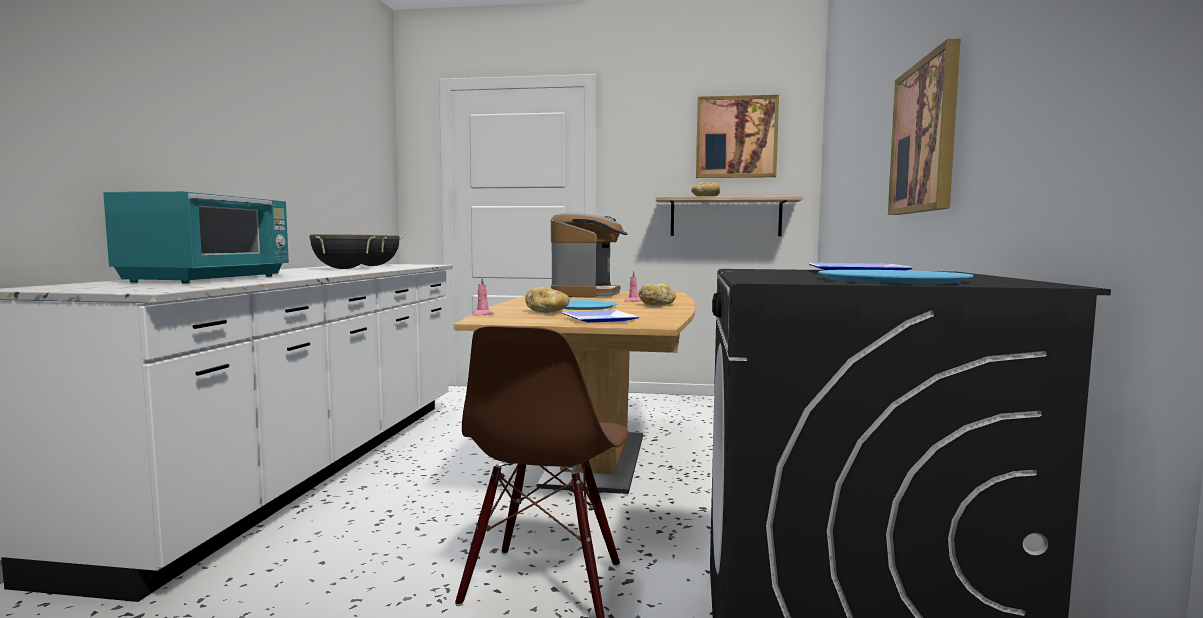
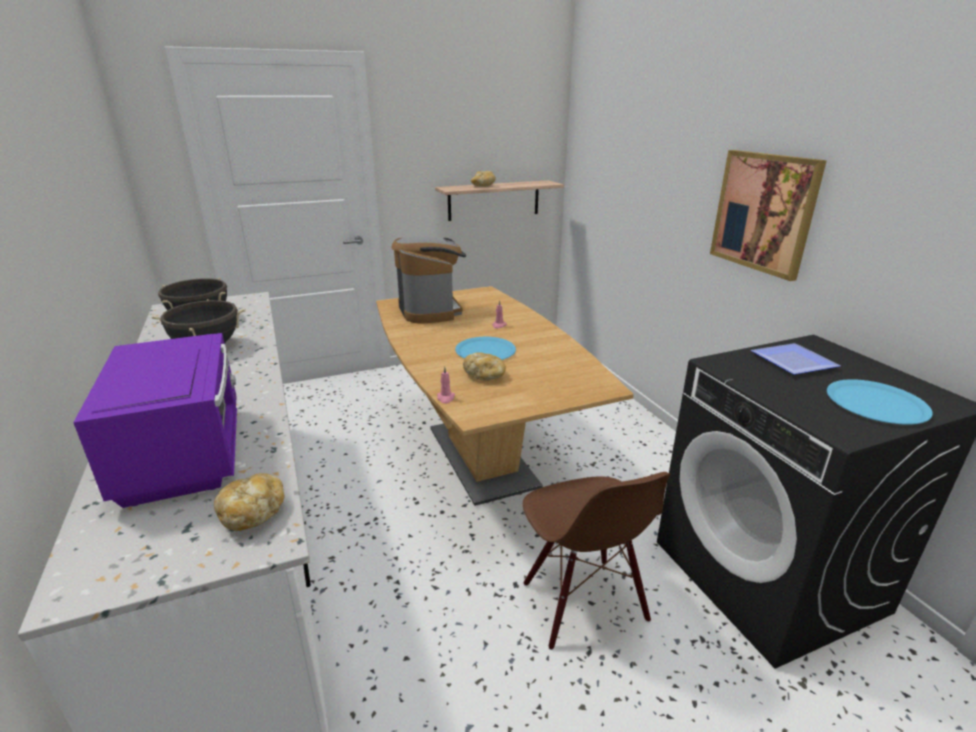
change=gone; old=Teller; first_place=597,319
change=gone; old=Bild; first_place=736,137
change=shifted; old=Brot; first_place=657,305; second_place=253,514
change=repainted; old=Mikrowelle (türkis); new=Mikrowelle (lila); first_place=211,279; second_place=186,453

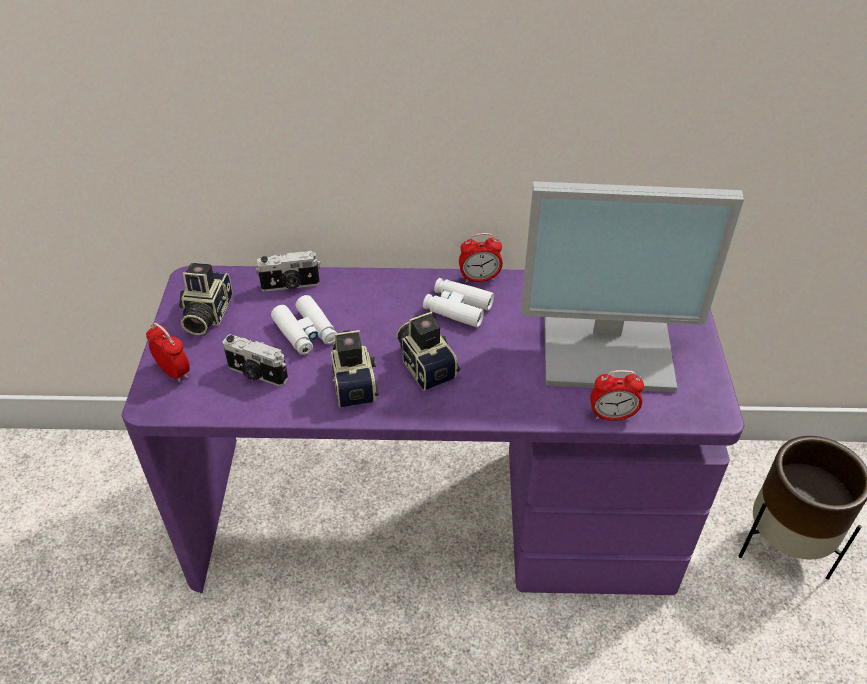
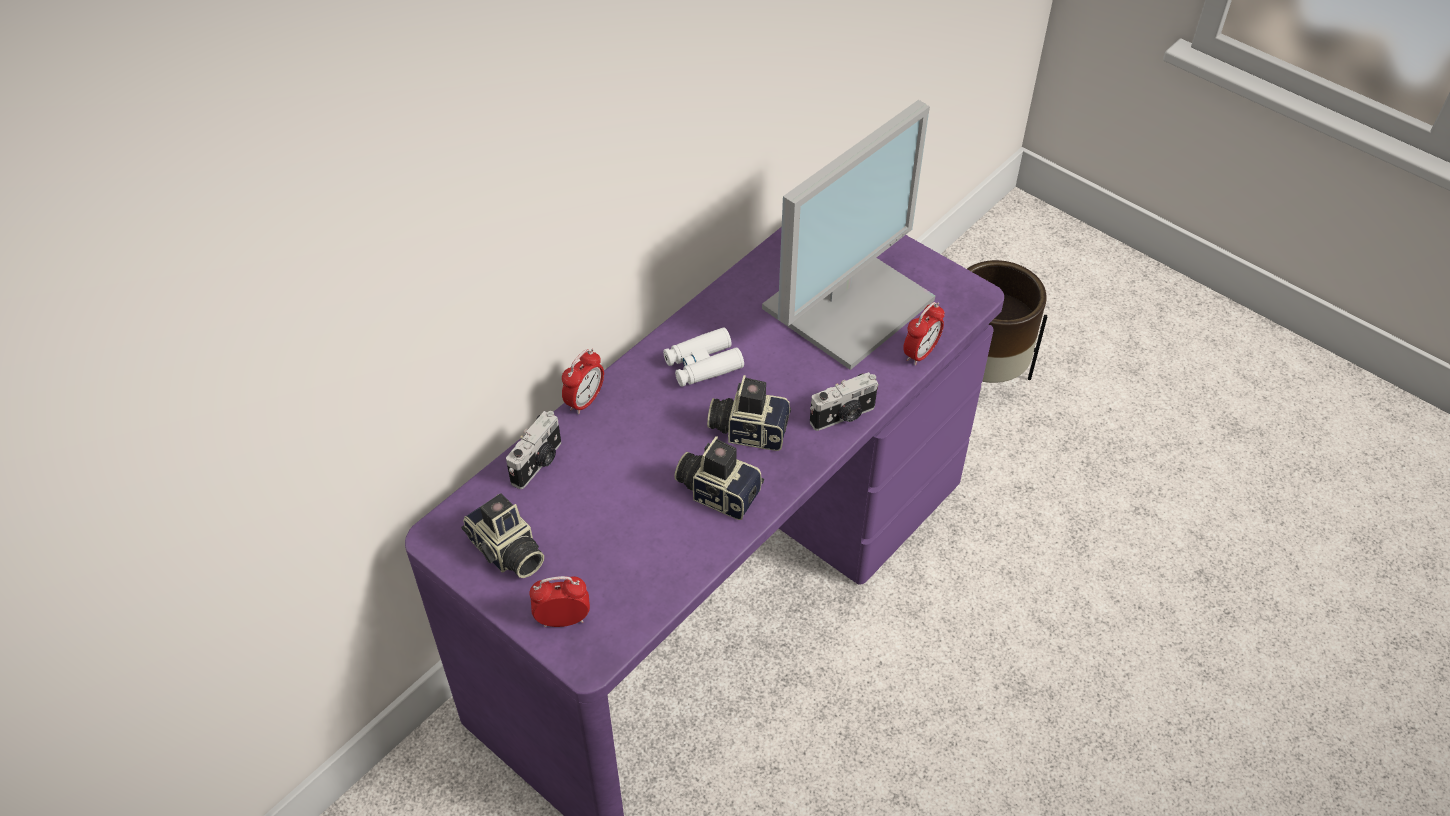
change=gone; old=Fernglas (weiß); first_place=305,332
change=shifted; old=Kamera; first_place=257,374; second_place=843,416
change=shifted; old=Wecker; first_place=479,278; second_place=585,401

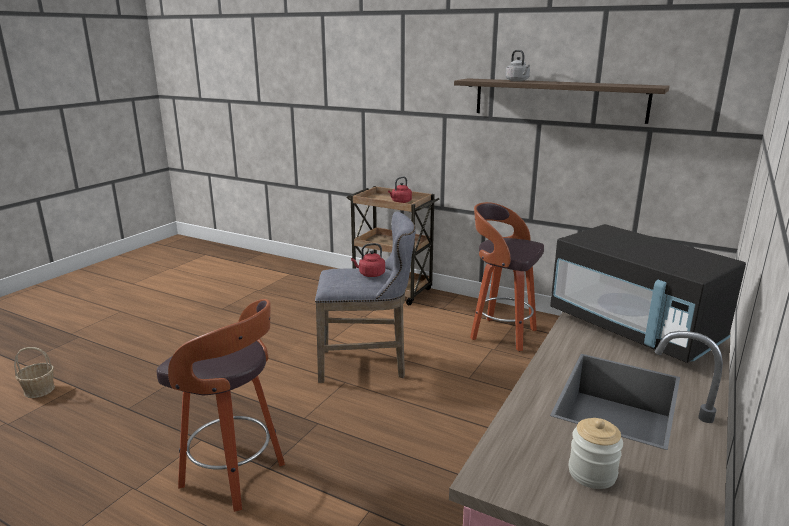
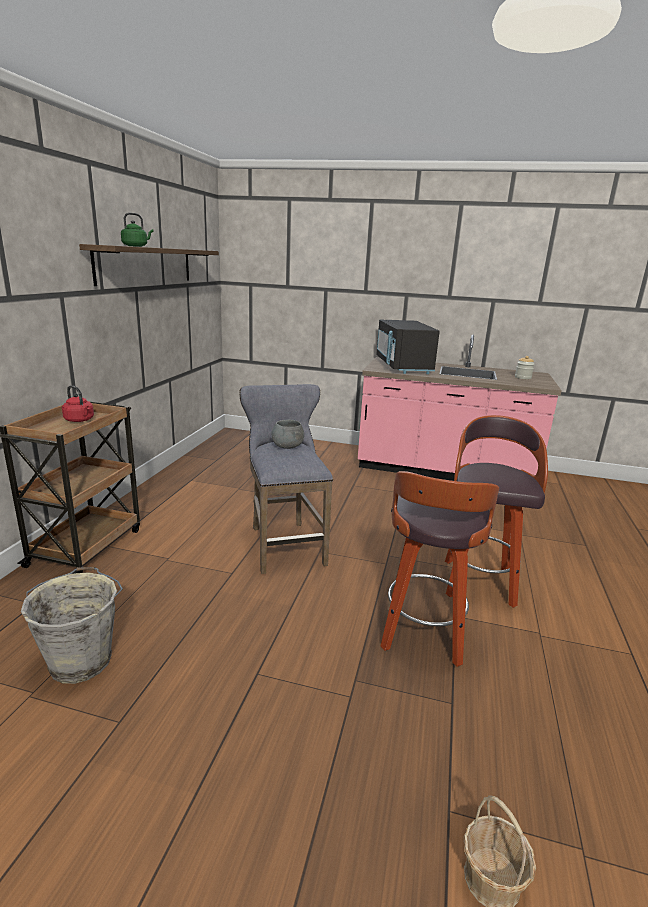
change=new; new=Eimer (grau); second_place=82,660
change=shifted; old=Hocker; first_place=501,334; second_place=423,635
change=swapped; old=Wasserkessel (rot); new=Schüssel (grau); first_place=370,274; second_place=288,446
change=repainted; old=Wasserkessel (grau); new=Wasserkessel (grün); first_place=518,81; second_place=136,246
change=rotated; old=Mikrowelle (schwarz); first_place=634,329; second_place=403,366; degrees=135

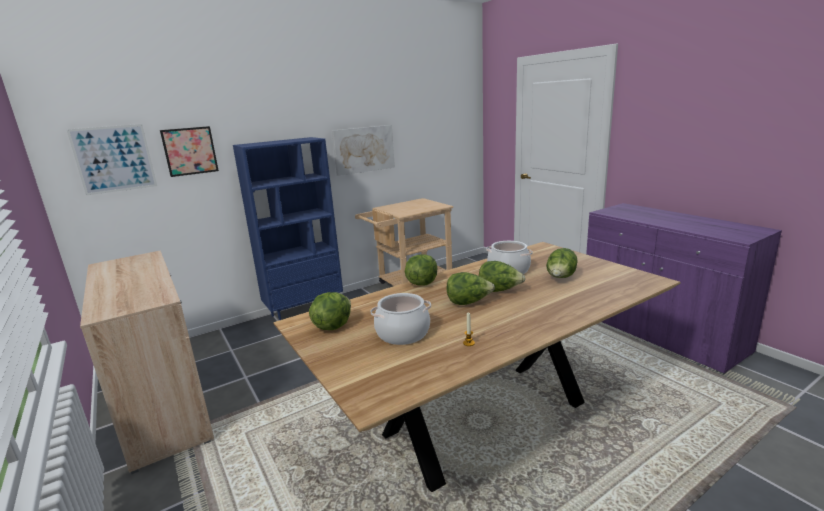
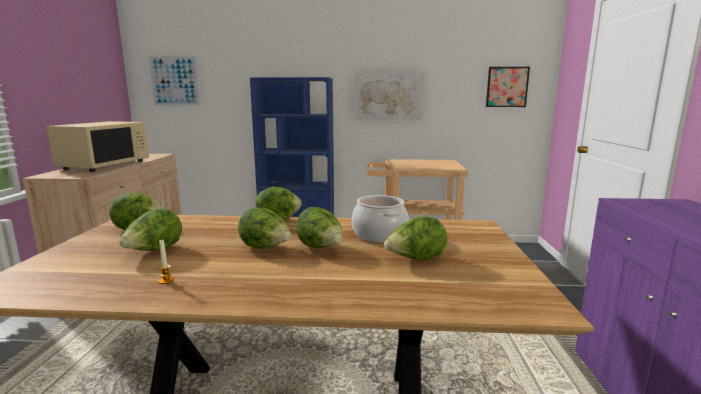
change=new; new=Mikrowelle (beige); second_place=105,165
change=shifted; old=Bild; first_place=190,151; second_place=507,87
change=swapped; old=Kochtopf; new=Salatkopf; first_place=403,333; second_place=154,251

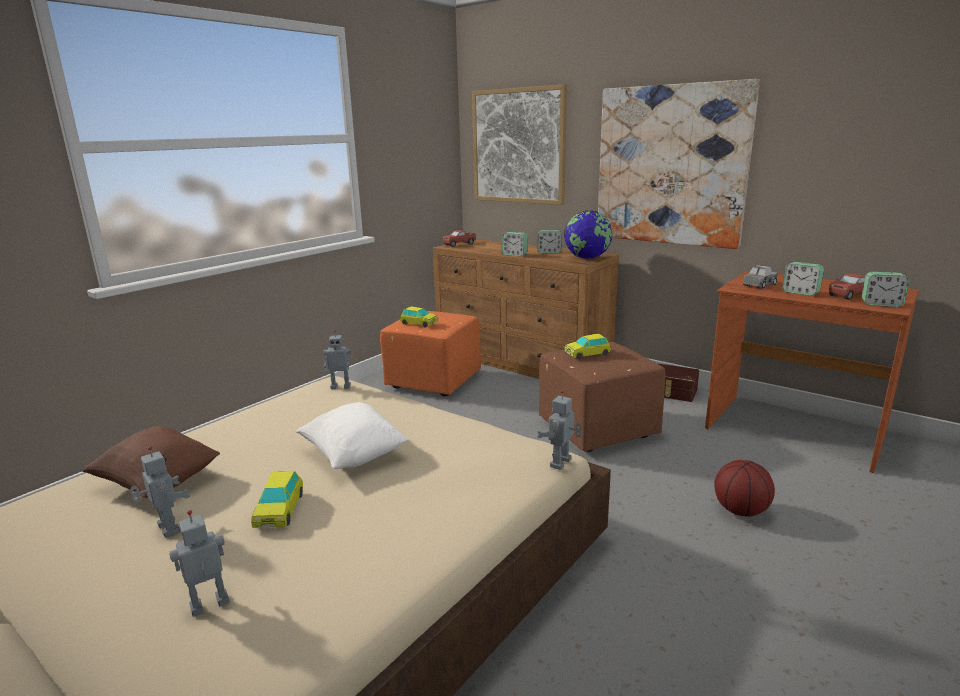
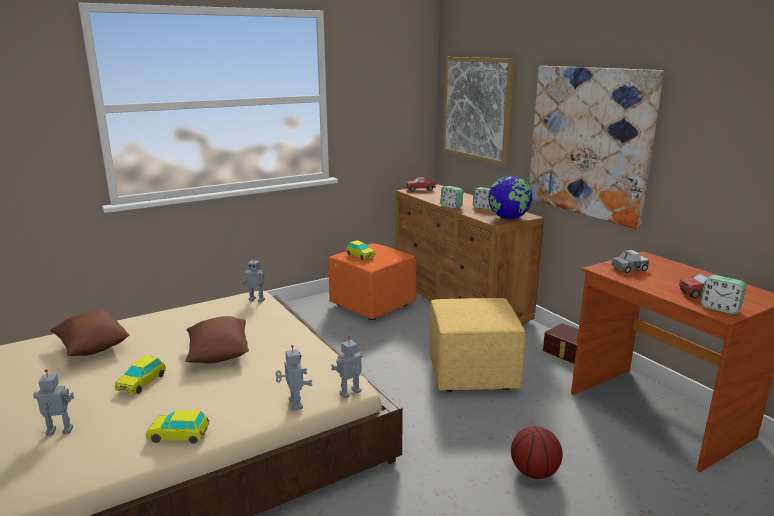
change=gone; old=Wecker; first_place=800,292
change=shifted; old=Spielzeugroboter; first_place=166,529; second_place=294,404
change=shifted; old=Spielzeugauto; first_place=587,354; second_place=178,435
change=repainted; old=Kissen (weiß); new=Kissen (braun); first_place=353,455; second_place=218,355
change=repainted; old=Polsterhocker (braun); new=Polsterhocker (gelb); first_place=597,429; second_place=472,373

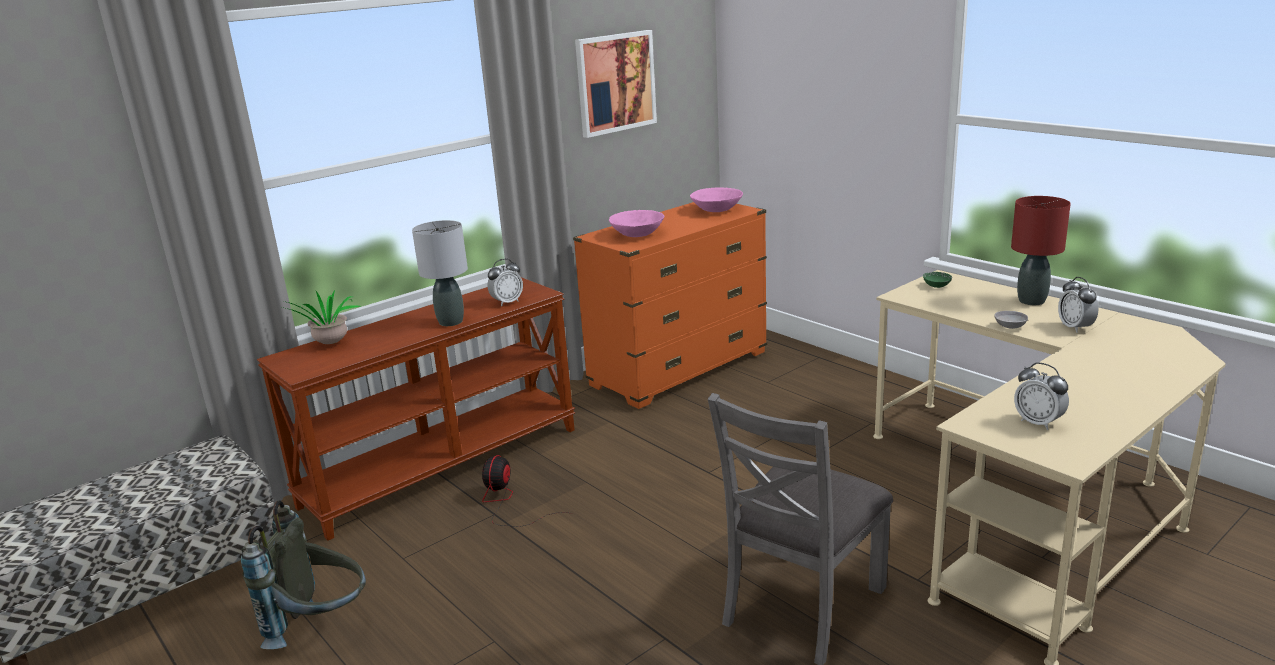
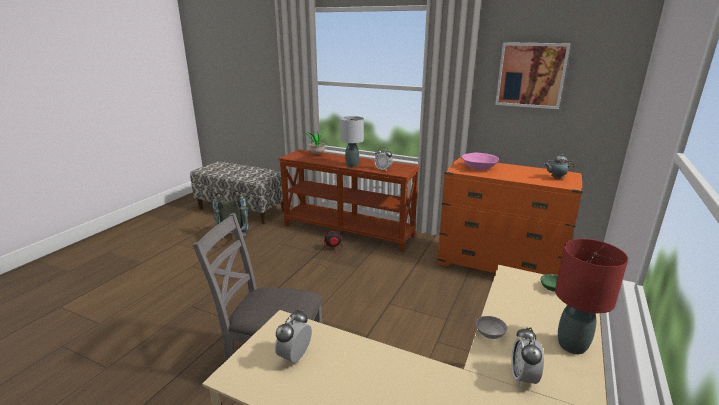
change=swapped; old=Schüssel (rosa); new=Teekanne; first_place=716,210; second_place=556,178
change=rotated; old=Wecker; first_place=1075,328; second_place=523,377; degrees=-45

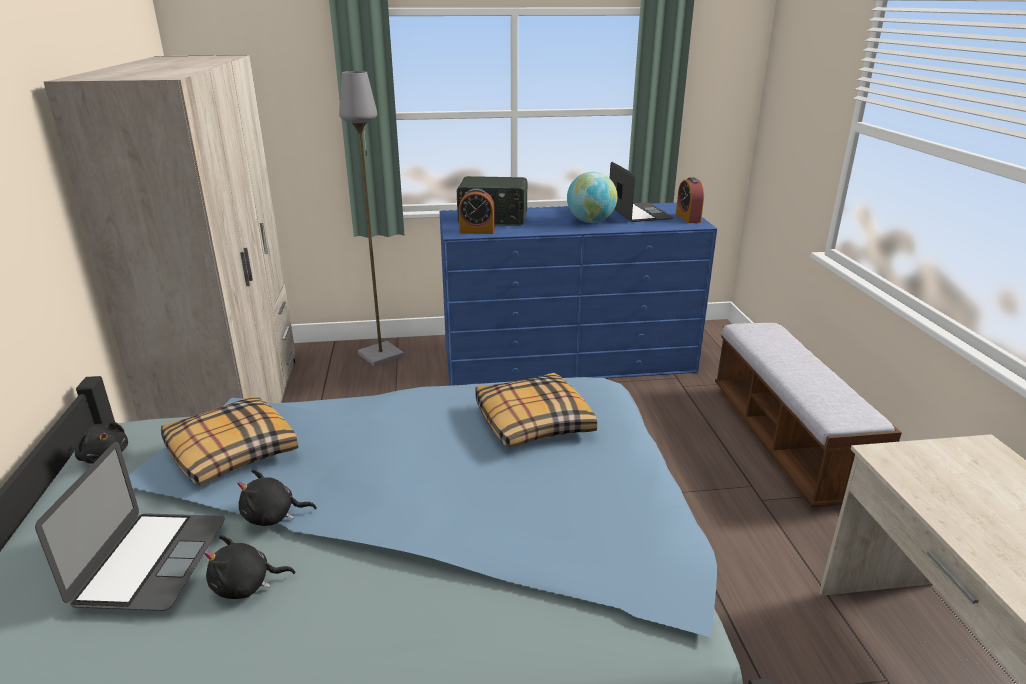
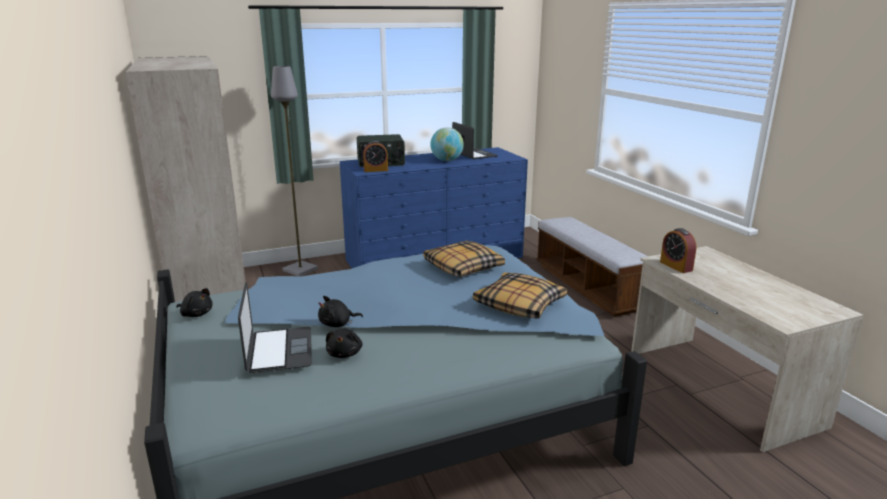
change=shifted; old=Kissen; first_place=231,452; second_place=519,305
change=shifted; old=Wecker; first_place=688,218; second_place=676,266
change=rotated; old=Plüschtier (schwarz); first_place=246,586; second_place=345,353; degrees=-60

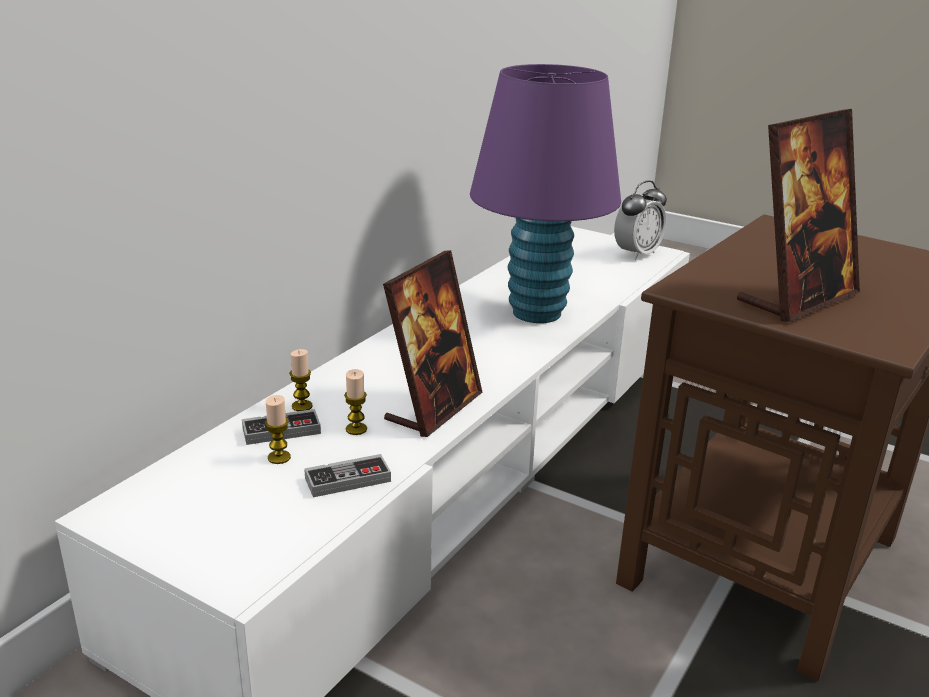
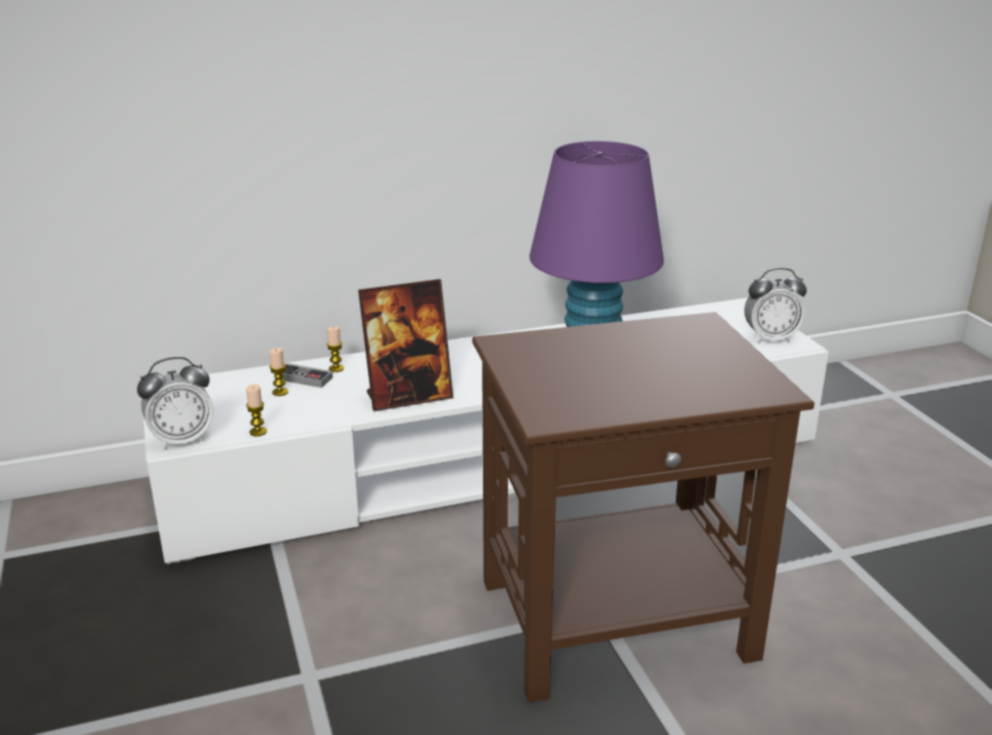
change=gone; old=Gamepad; first_place=348,480
change=gone; old=Bilderrahmen; first_place=797,298
change=new; new=Wecker; second_place=182,440
change=shifted; old=Kerze; first_place=356,429; second_place=258,432

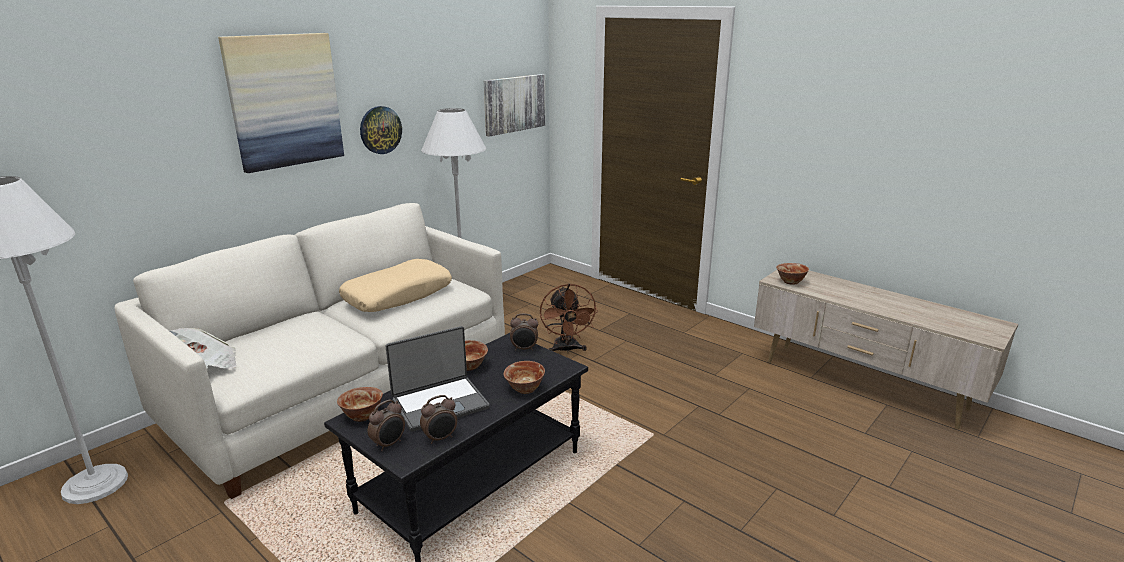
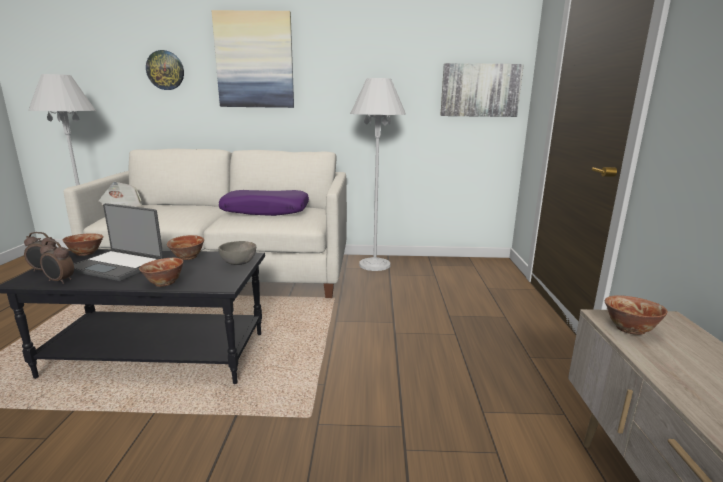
change=gone; old=Ventilator (braun); first_place=566,350
change=shifted; old=Wanduhr; first_place=380,130; second_place=165,70
change=swapped; old=Wecker; new=Schüssel (grau); first_place=524,349; second_place=239,263
change=repainted; old=Kissen (beige); new=Kissen (lila); first_place=398,295; second_place=266,211

